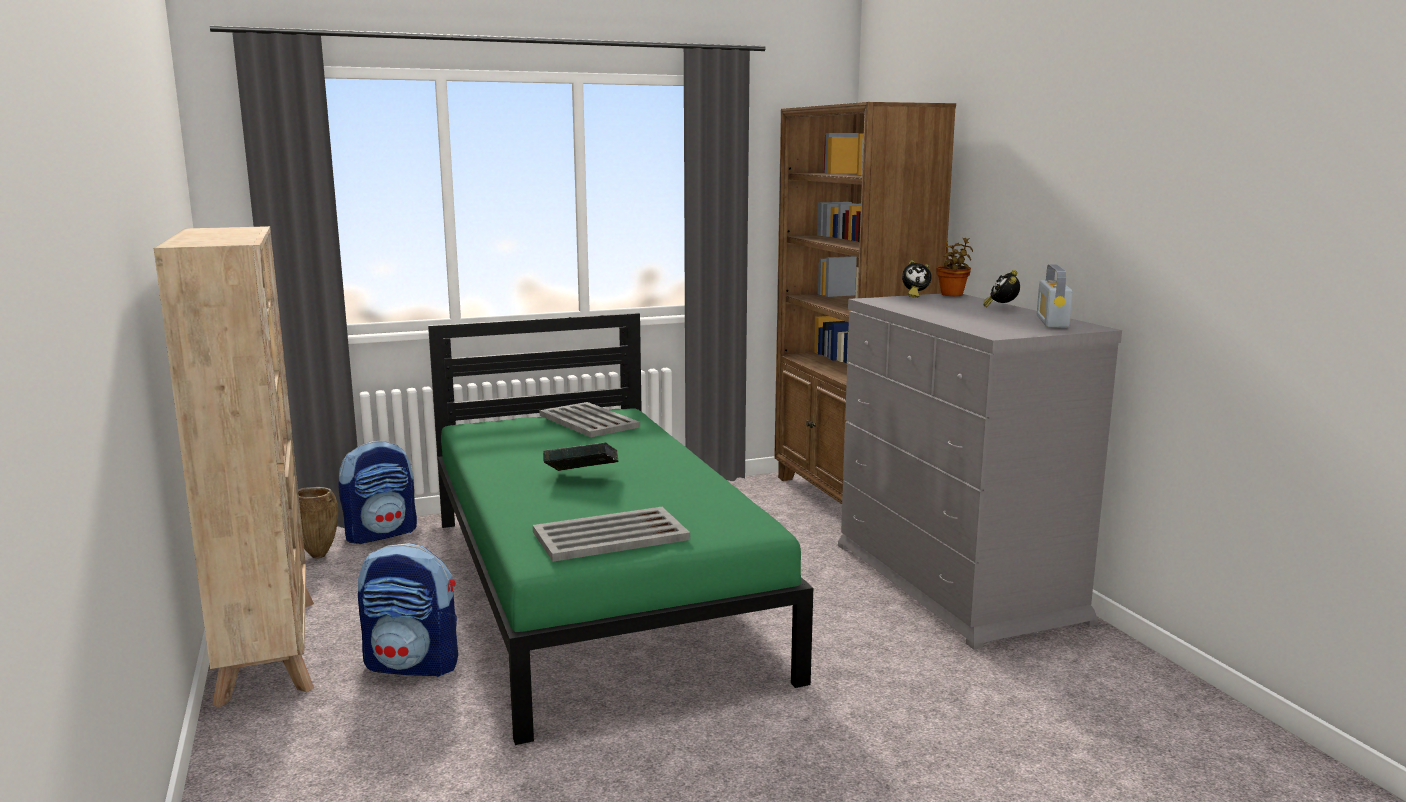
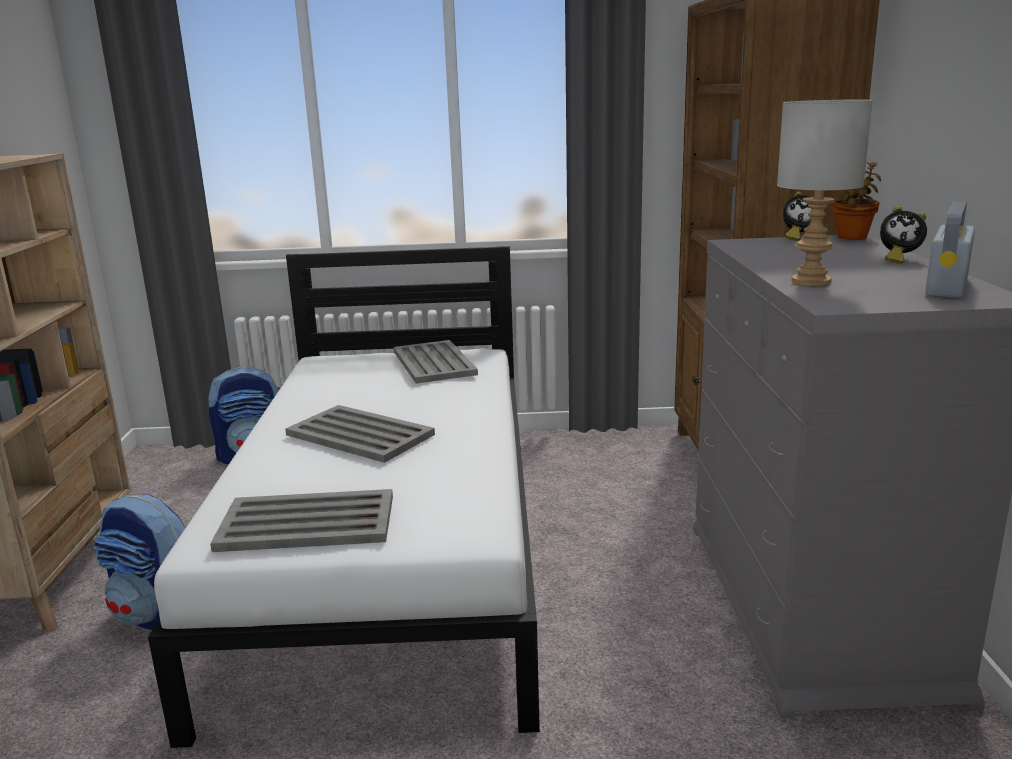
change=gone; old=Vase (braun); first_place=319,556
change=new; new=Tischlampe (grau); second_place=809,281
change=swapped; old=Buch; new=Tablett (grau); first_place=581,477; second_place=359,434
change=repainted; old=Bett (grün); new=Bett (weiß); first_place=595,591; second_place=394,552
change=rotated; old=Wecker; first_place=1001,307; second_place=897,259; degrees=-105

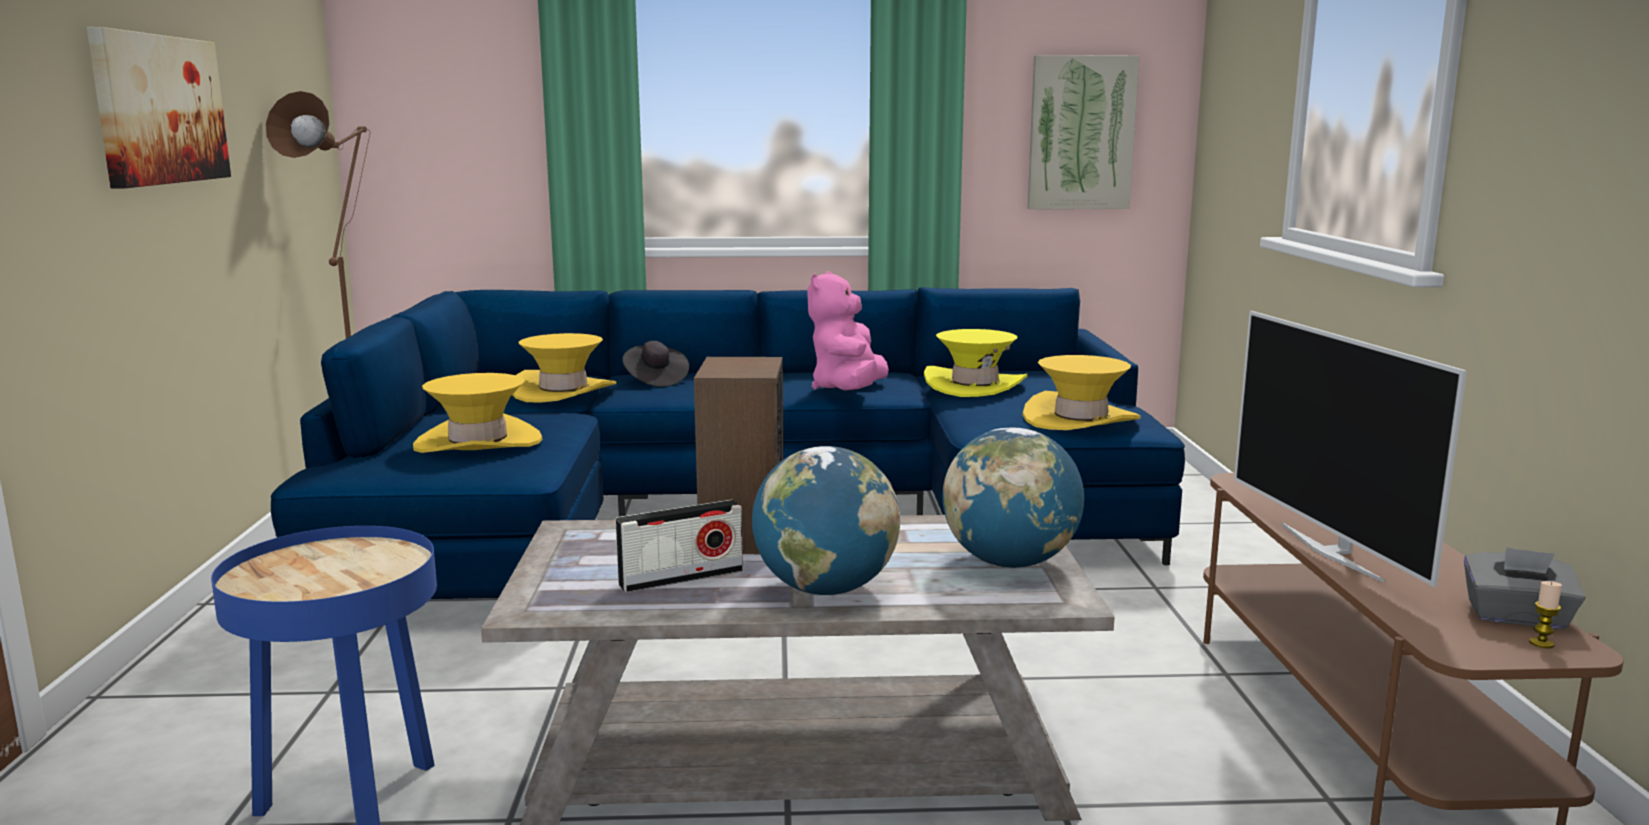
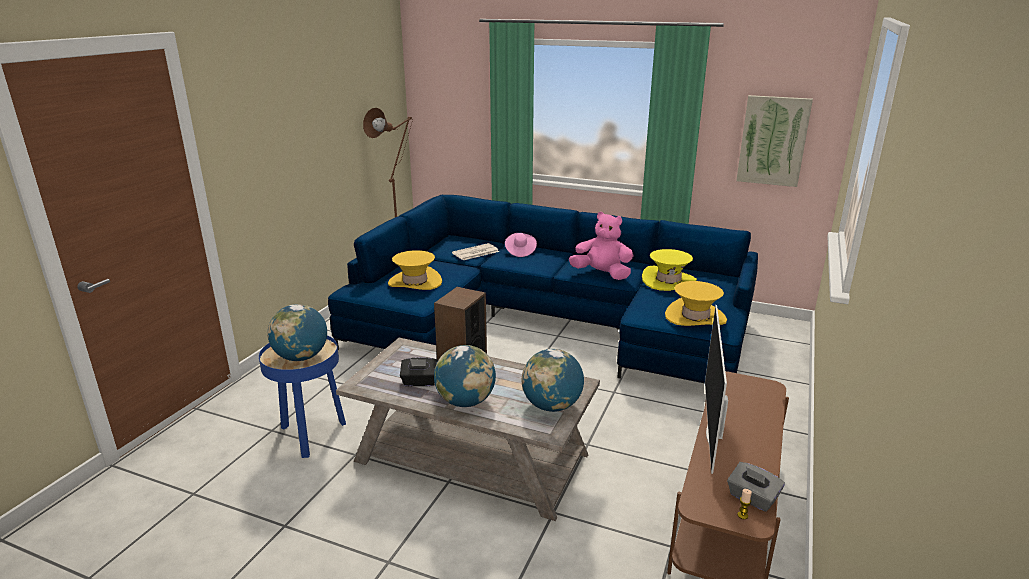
change=gone; old=Bild; first_place=159,109
change=new; new=Globus; second_place=301,357
change=swapped; old=Hut (gelb); new=Zeitung; first_place=563,391; second_place=475,252
change=swapped; old=Radio; new=Taschentuchbox (schwarz); first_place=681,578; second_place=420,382
change=repainted; old=Hut (schwarz); new=Hut (rosa); first_place=655,380; second_place=520,251
change=rotated; old=Plüschtier (rosa); first_place=849,391; second_place=602,274; degrees=75

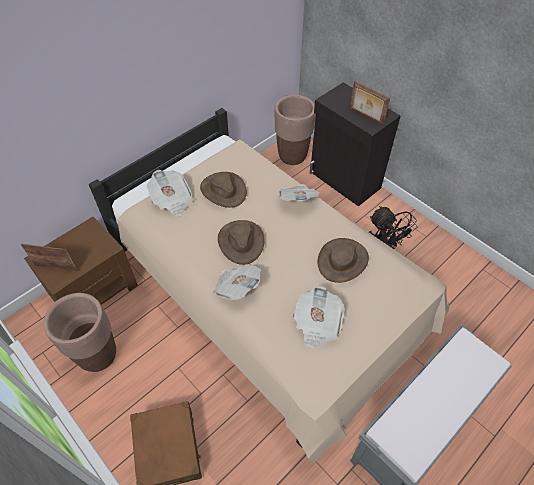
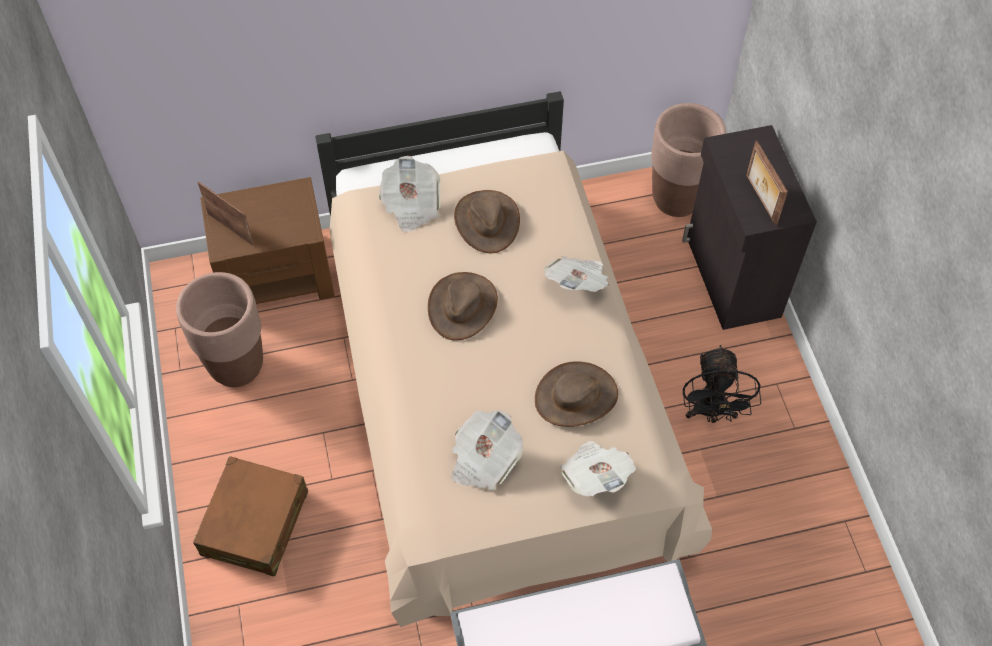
change=shifted; old=Zeitung; first_place=237,287; second_place=595,475

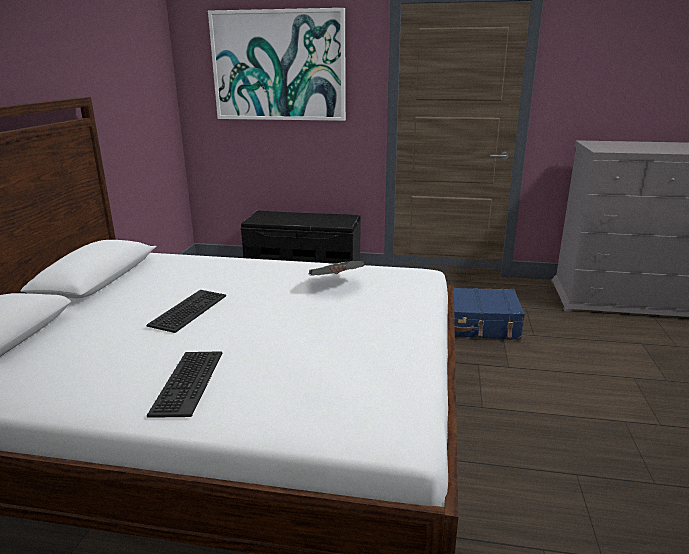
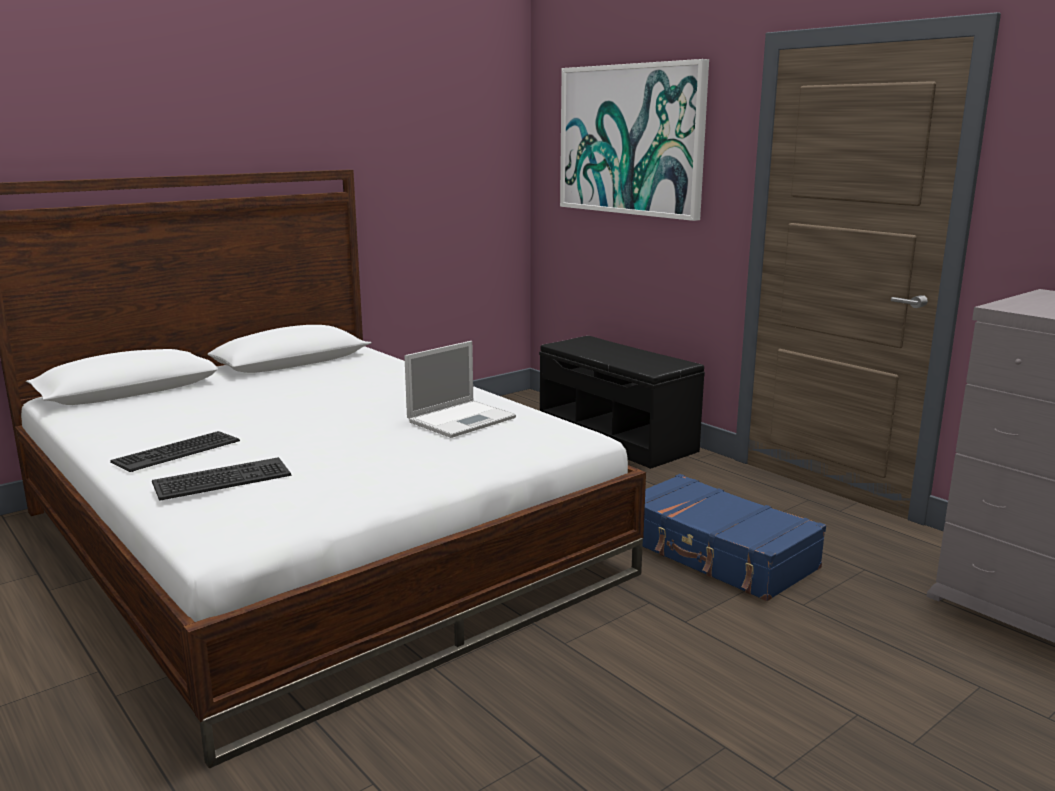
change=shifted; old=Tastatur; first_place=189,311; second_place=222,480
change=swapped; old=Zeitung; new=Laptop; first_place=336,283; second_place=463,419

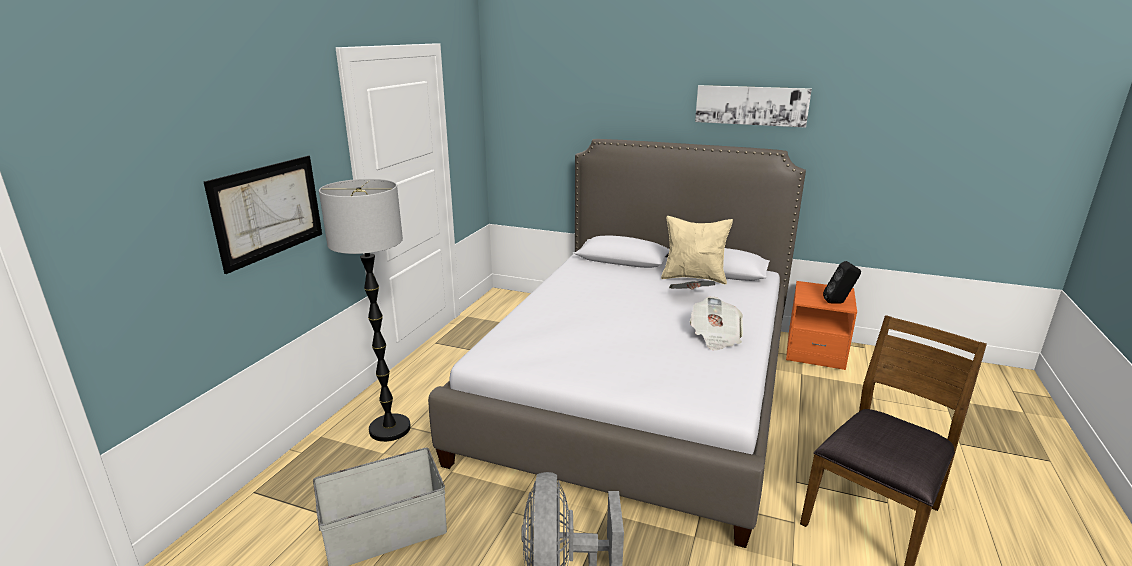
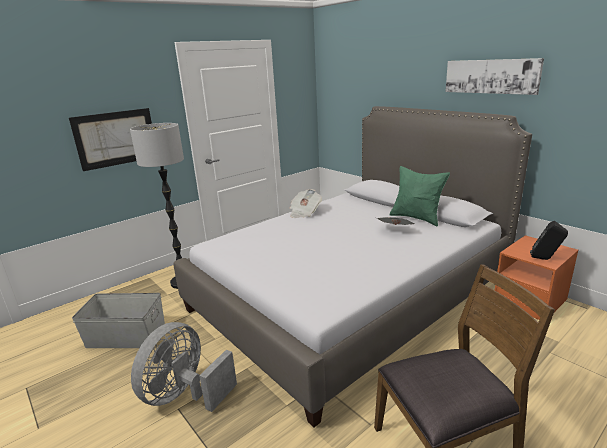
change=shifted; old=Zeitung; first_place=715,337; second_place=304,212
change=repainted; old=Kissen (beige); new=Kissen (grün); first_place=694,278; second_place=416,218

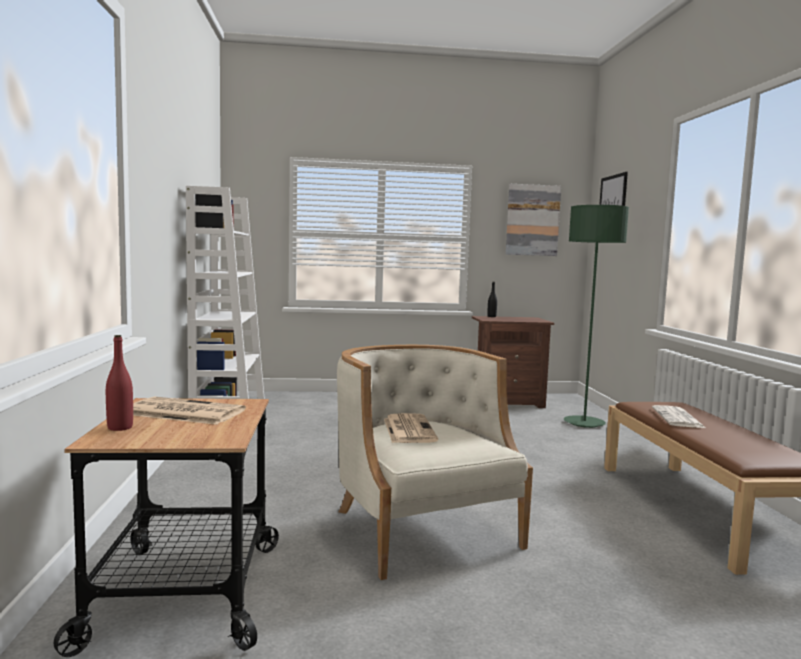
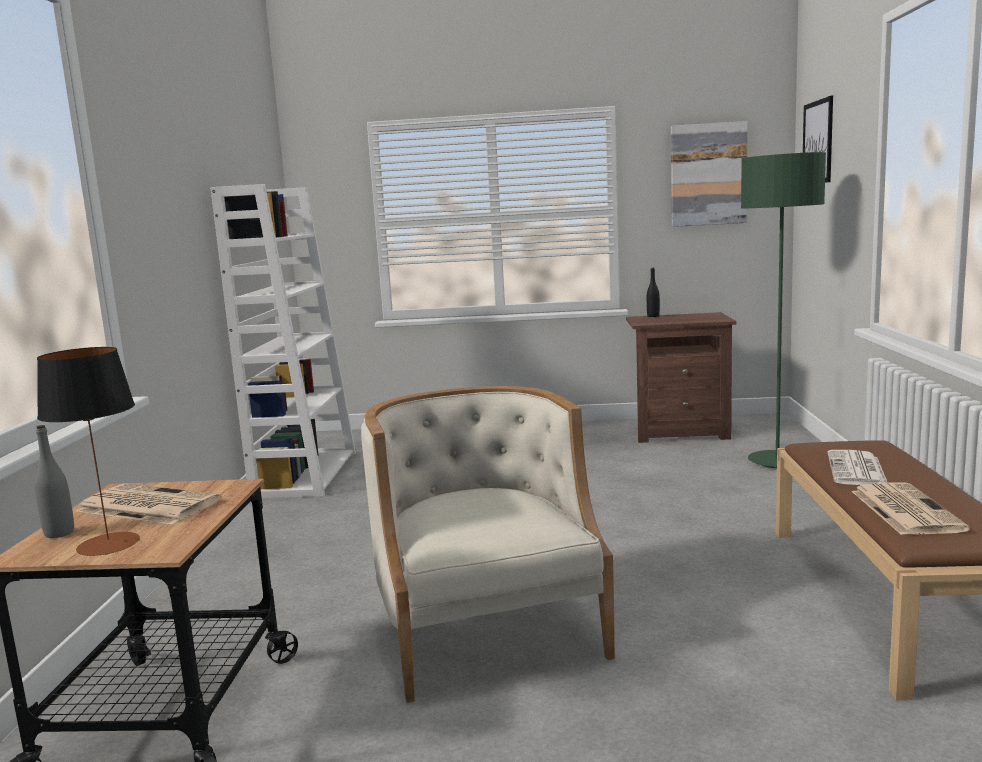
change=new; new=Tischlampe; second_place=109,544
change=shifted; old=Zeitung; first_place=408,429; second_place=904,510
change=repainted; old=Flasche (rot); new=Flasche (grau); first_place=120,428; second_place=59,533

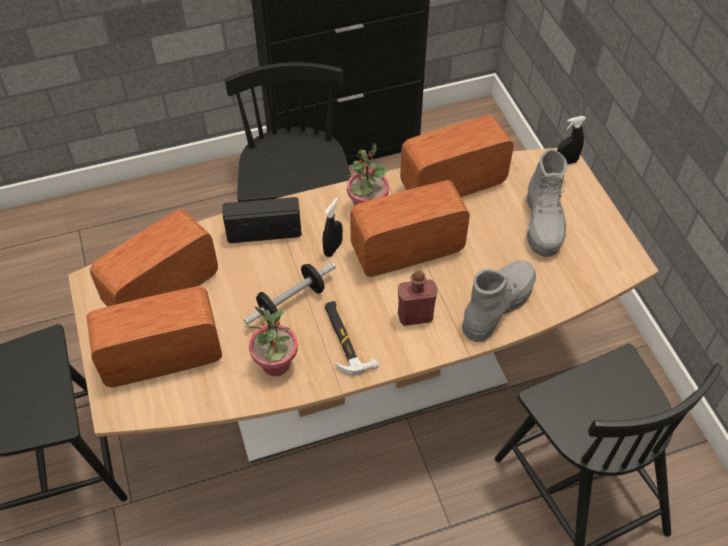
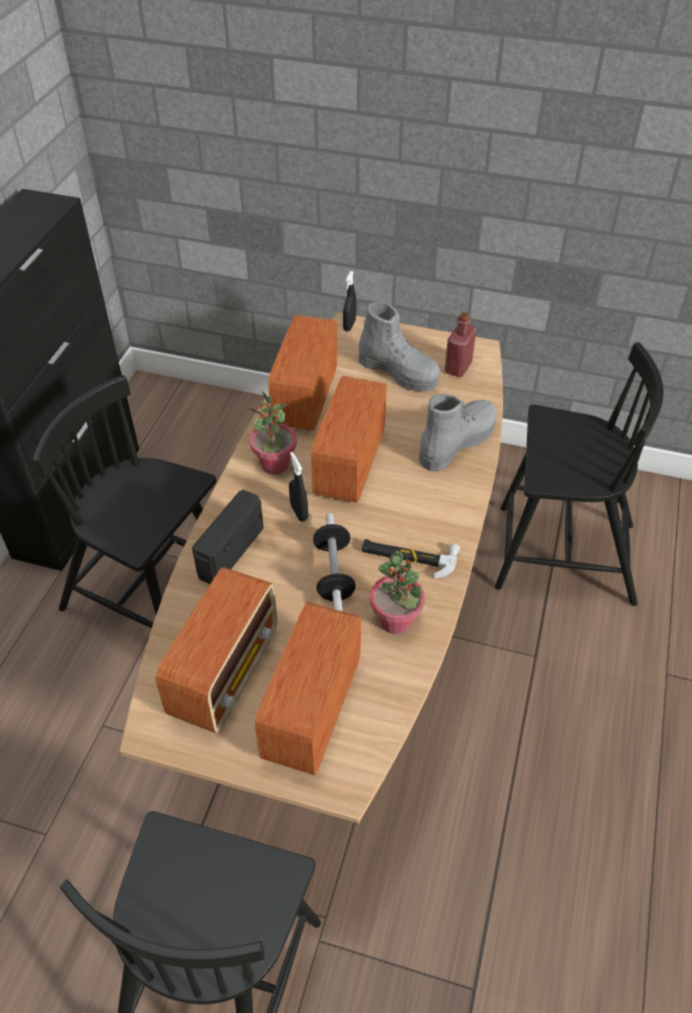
change=shifted; old=Flasche (rot); first_place=415,316; second_place=458,367
change=rotated; old=Radio; first_place=161,291; second_place=226,672; degrees=-150
change=rotated; old=Stiefel (grau); first_place=497,306; second_place=457,442; degrees=60

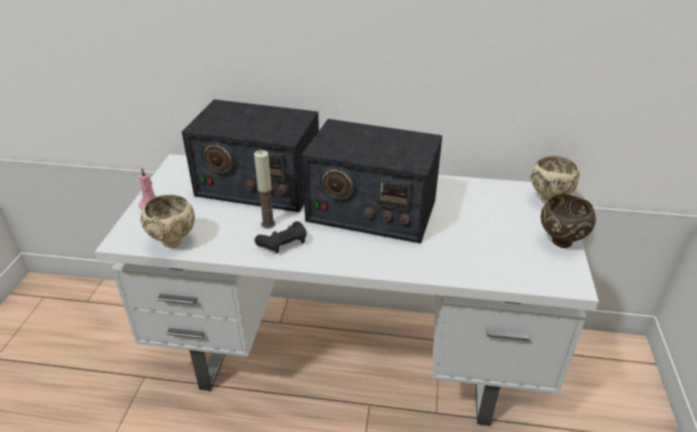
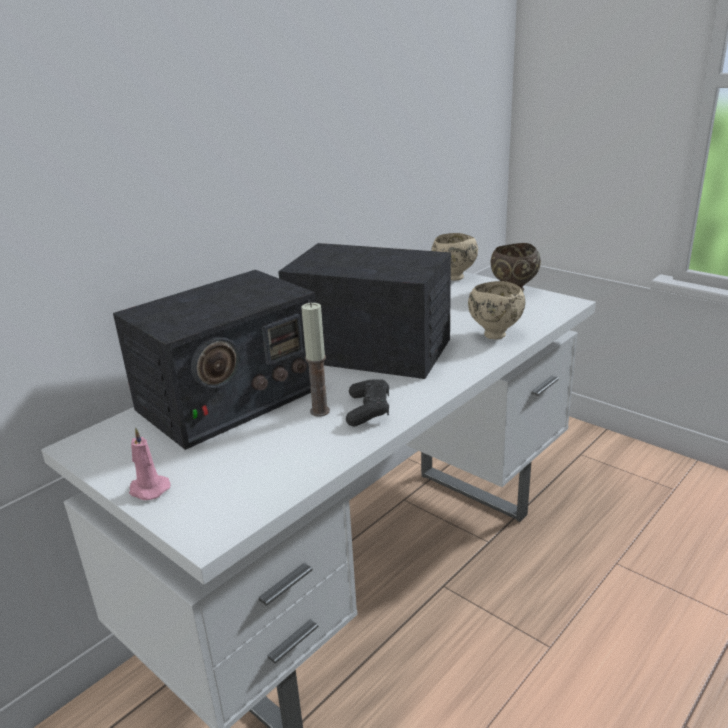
change=shifted; old=Schüssel (beige); first_place=174,241; second_place=495,334
change=rotated; old=Radio; first_place=370,210; second_place=371,349; degrees=-120

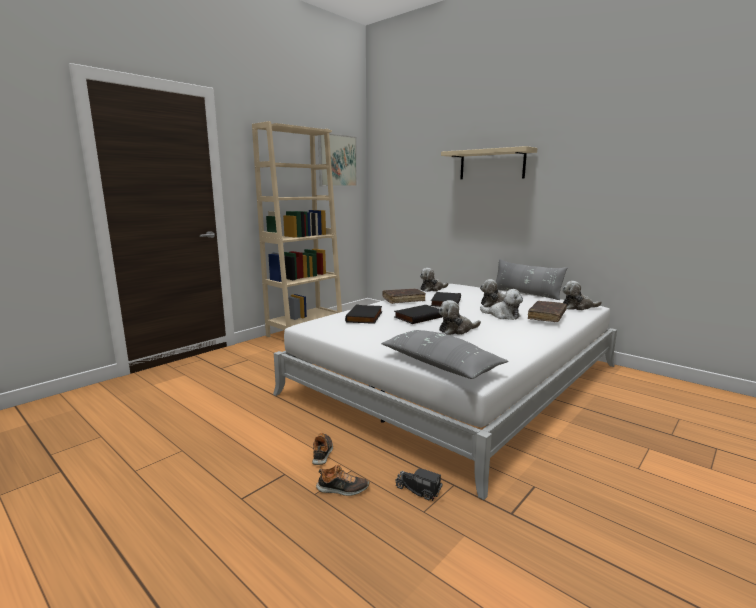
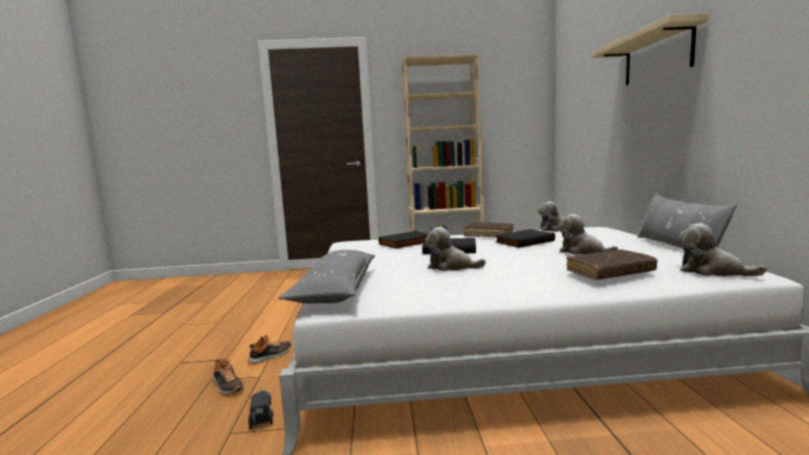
change=gone; old=Bild; first_place=337,161
change=gone; old=Plüschtier; first_place=503,315

